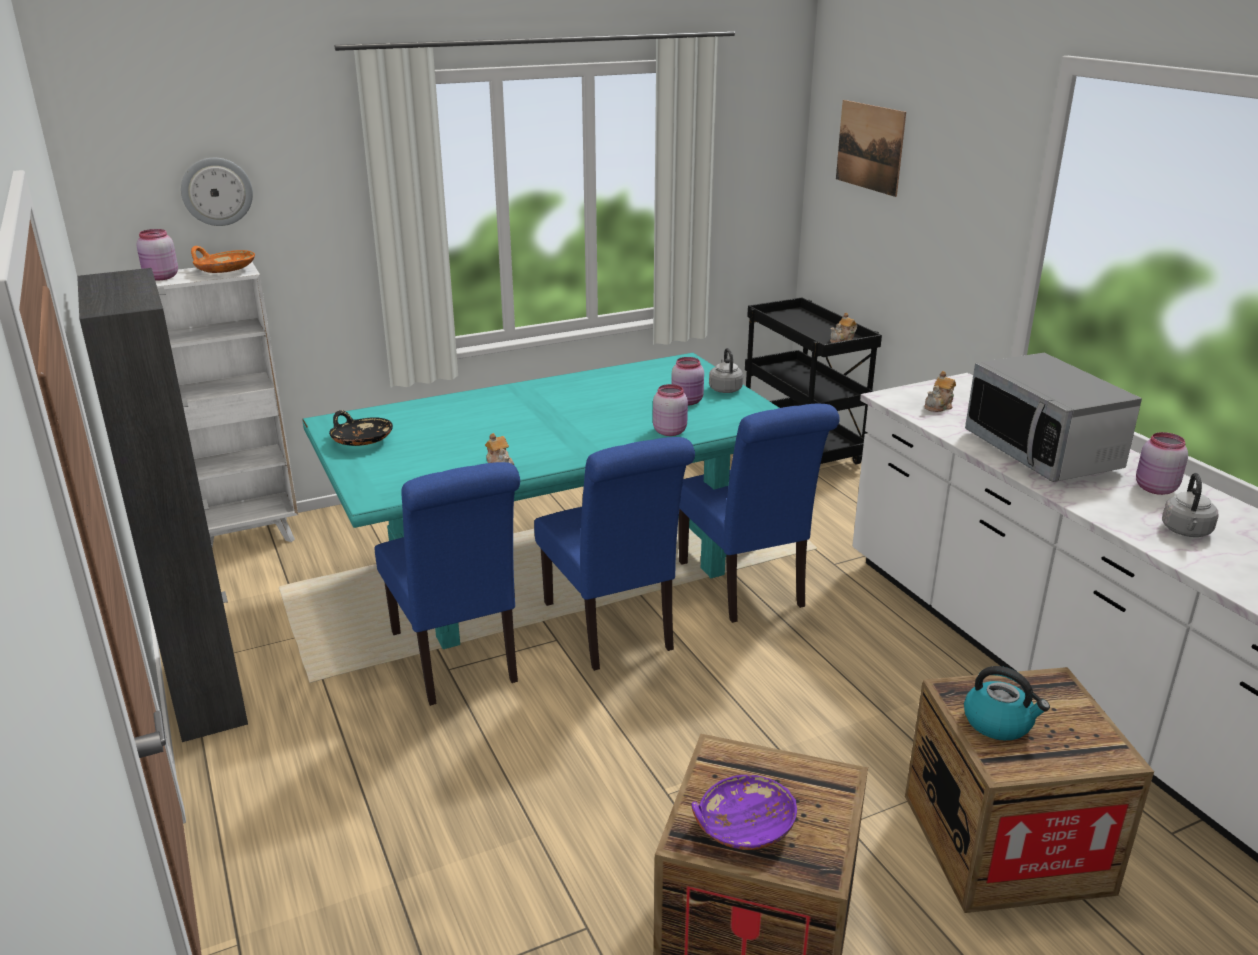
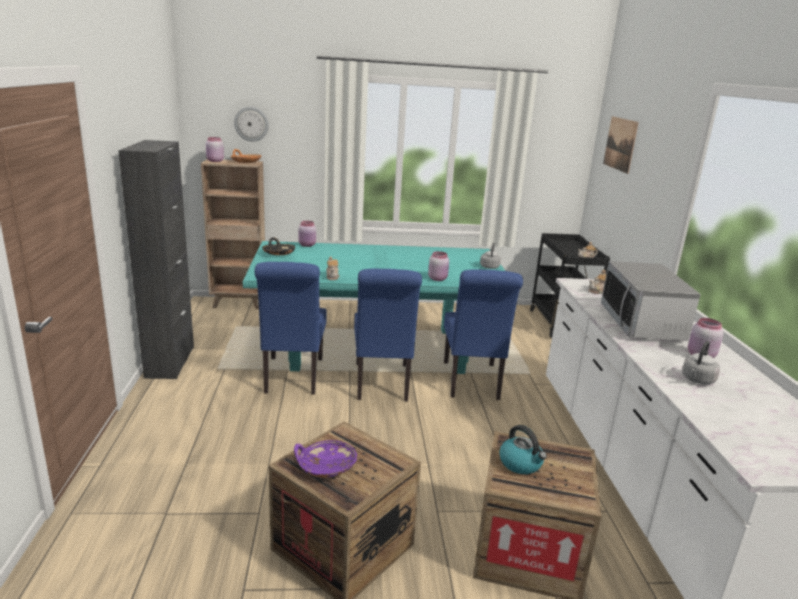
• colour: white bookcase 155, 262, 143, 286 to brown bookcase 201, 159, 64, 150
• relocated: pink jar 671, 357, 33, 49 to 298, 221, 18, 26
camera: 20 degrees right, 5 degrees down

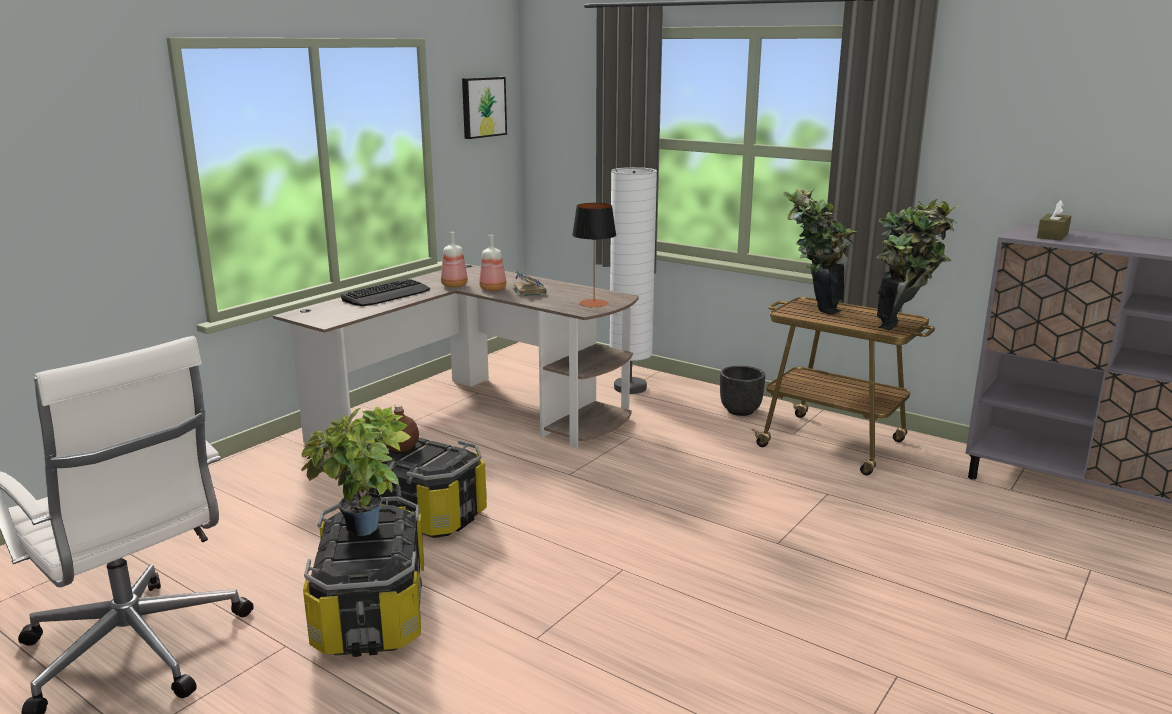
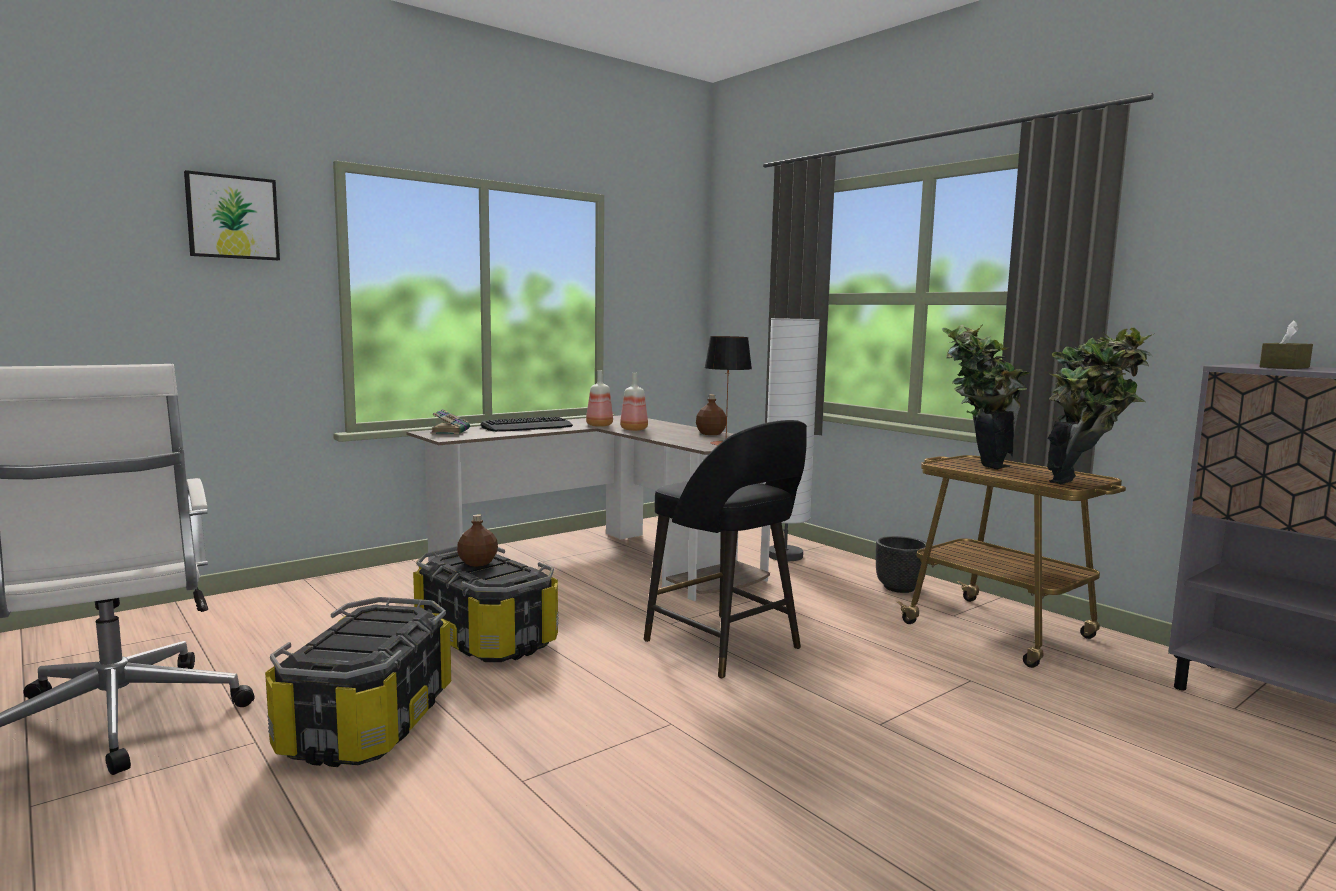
• relocated: picture 462, 77, 45, 62 to 184, 170, 96, 90
• relocated: book 512, 270, 35, 27 to 430, 409, 40, 25
• missing: potted plant 301, 406, 110, 130
• appeared: brown bottle 696, 395, 30, 40
• appeared: black stool 644, 420, 163, 258
camera: 15 degrees right, 10 degrees down

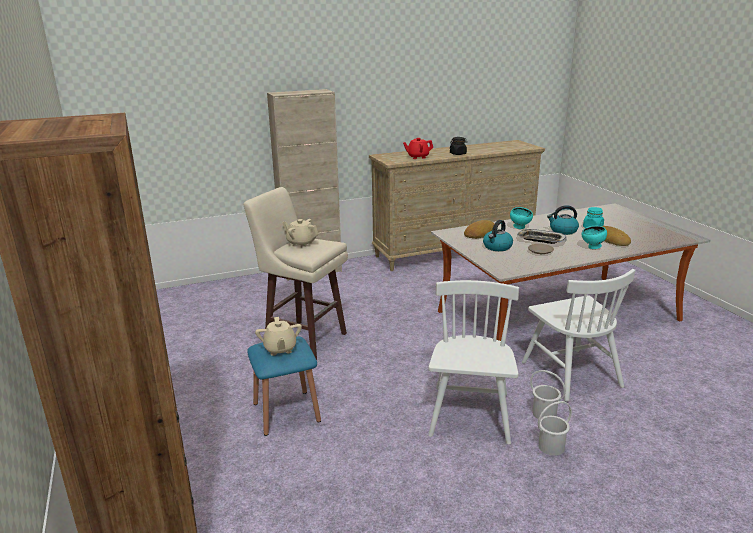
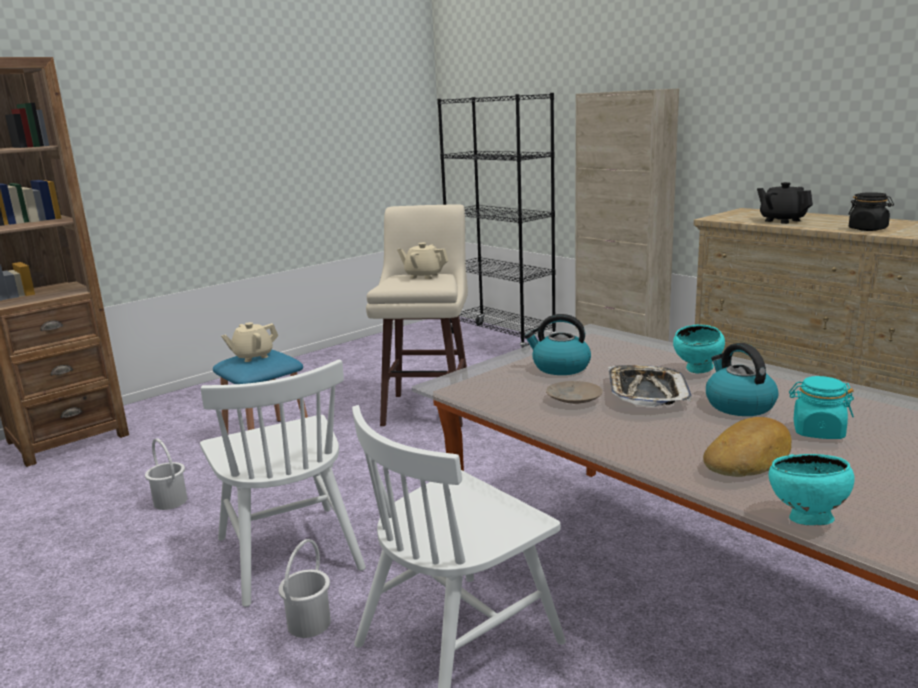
• colour: red teapot 403, 138, 30, 21 to black teapot 757, 182, 56, 42
• spun: beige teapot 282, 219, 36, 29 = 397, 243, 51, 36 75 degrees counterclockwise
• missing: bread 464, 220, 31, 19
• relocated: turquoise bowl 581, 226, 26, 23 to 769, 454, 86, 71
• spun: white chair 428, 280, 91, 165 = 200, 359, 166, 248 75 degrees clockwise
• relocated: white bucket 538, 401, 34, 55 to 145, 438, 42, 72
• appeared: black bookcase 437, 93, 120, 255
camera: 70 degrees right, 5 degrees down

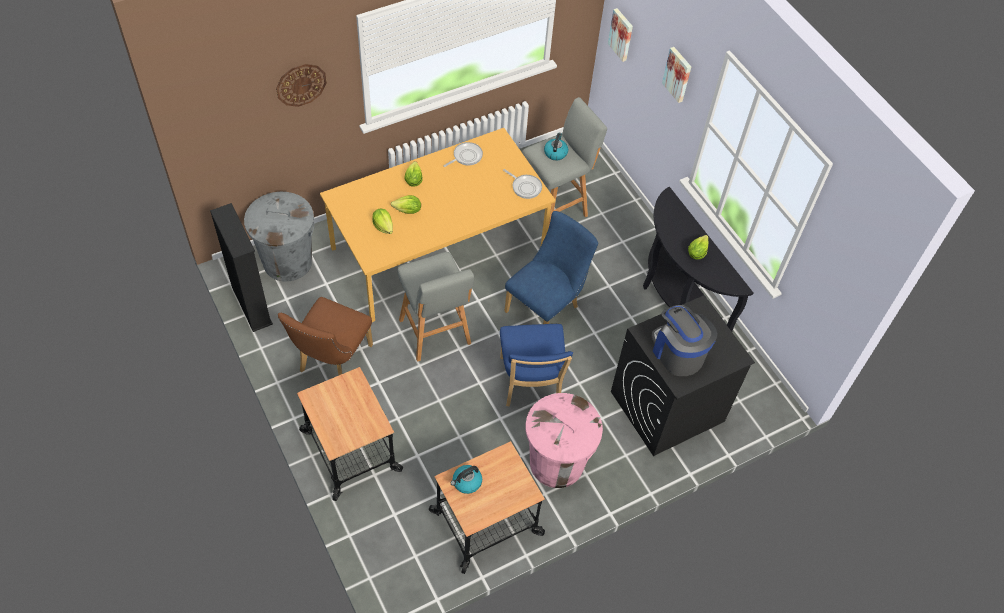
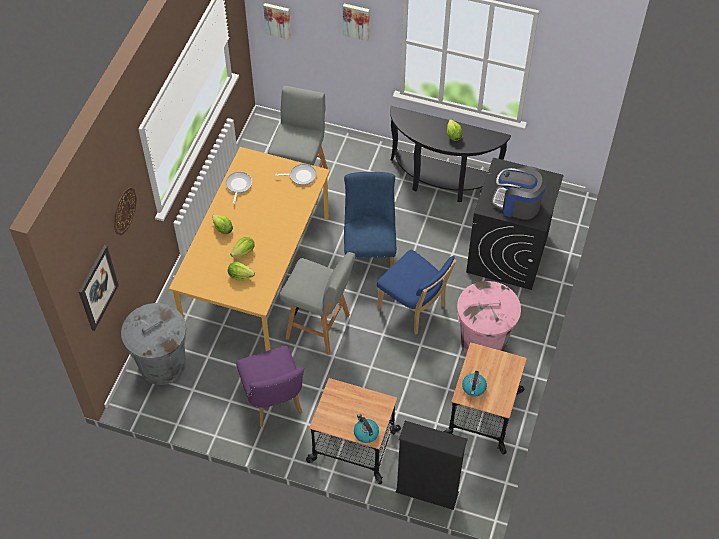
• relocated: kettle 544, 133, 24, 28 to 354, 414, 25, 29
• relocated: black bookcase 210, 203, 63, 129 to 396, 421, 72, 89
• colour: brown chair 278, 297, 95, 78 to purple chair 236, 346, 68, 81
• appeared: picture 79, 245, 40, 86
camera: 40 degrees left, 0 degrees up

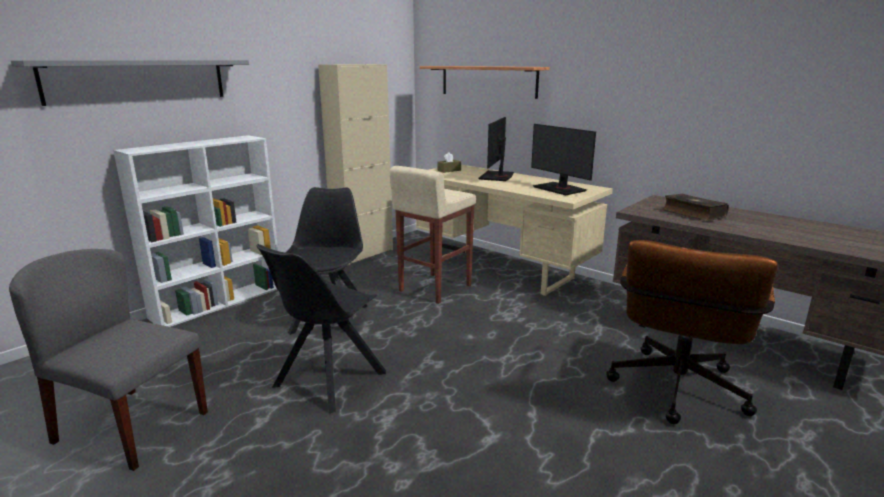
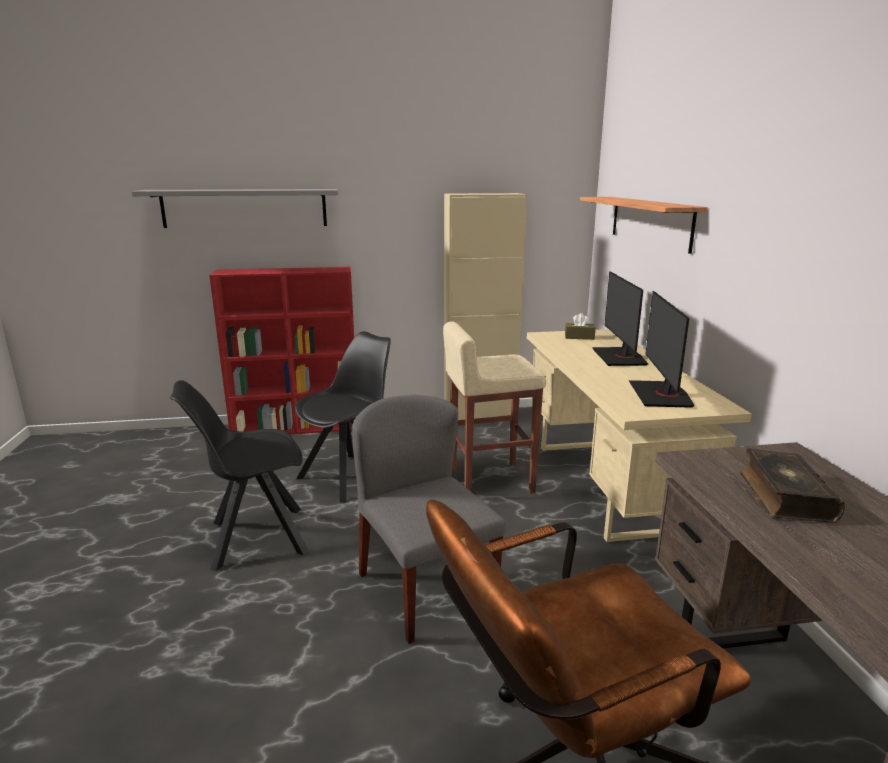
• spun: monitor 479, 117, 35, 64 = 592, 271, 56, 95 60 degrees counterclockwise
• colour: white bookcase 113, 135, 165, 192 to red bookcase 209, 267, 145, 167
• relocated: grey chair 9, 249, 199, 222 to 352, 395, 153, 249
camera: 40 degrees right, 0 degrees up

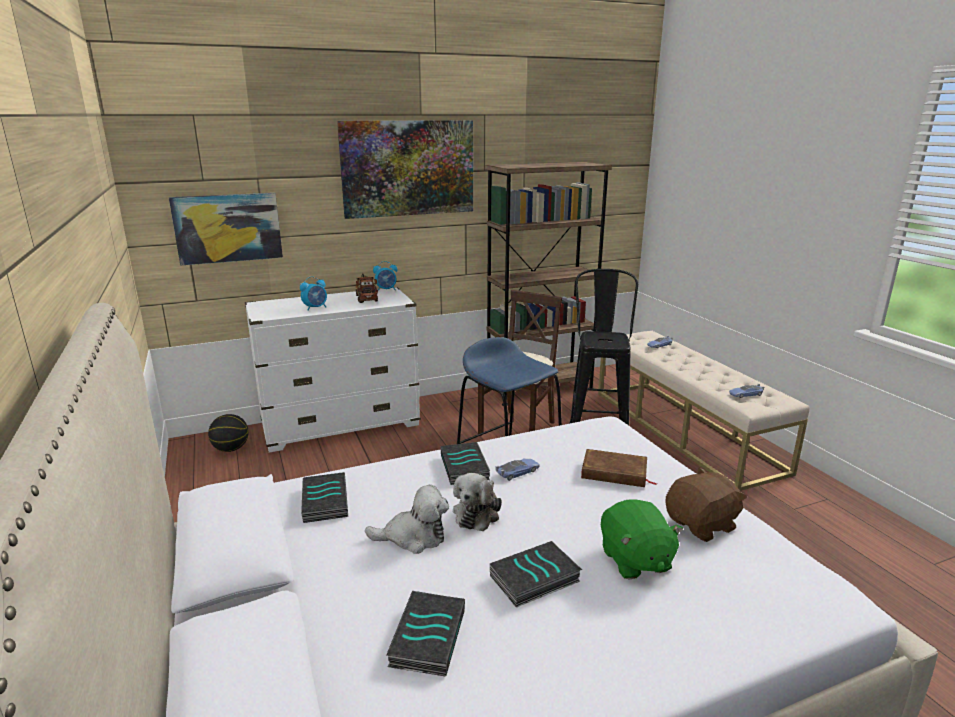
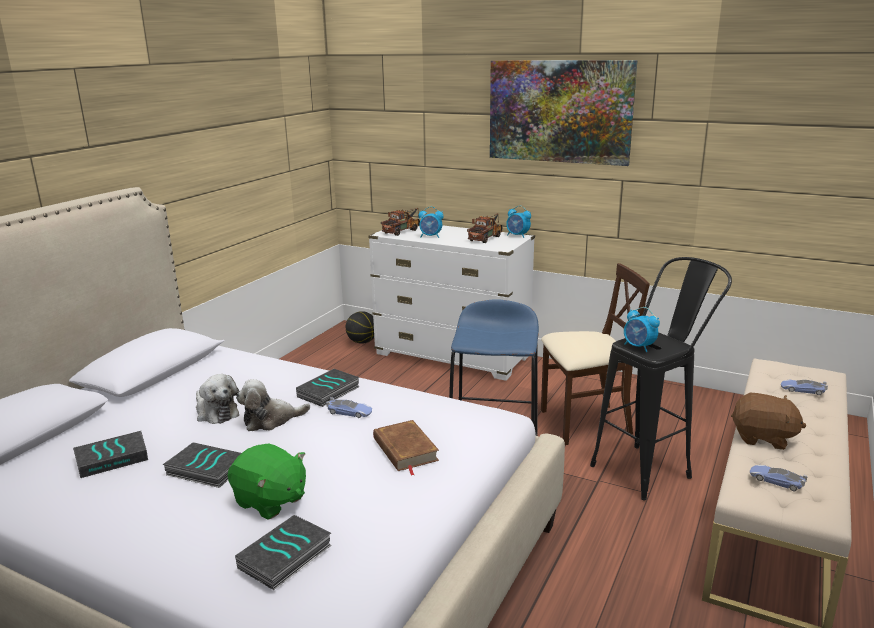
• missing: brown bookcase 485, 162, 127, 244
• missing: picture 169, 193, 114, 73
• relocated: brown plush toy 665, 467, 82, 75 to 731, 393, 75, 57
• relocated: book 301, 472, 47, 51 to 235, 515, 97, 75
• spun: green plush toy 601, 499, 82, 81 = 227, 443, 79, 77 90 degrees counterclockwise
• appeared: toy truck 381, 208, 39, 28
• appeared: alarm clock 624, 307, 36, 45
camera: 50 degrees right, 0 degrees up

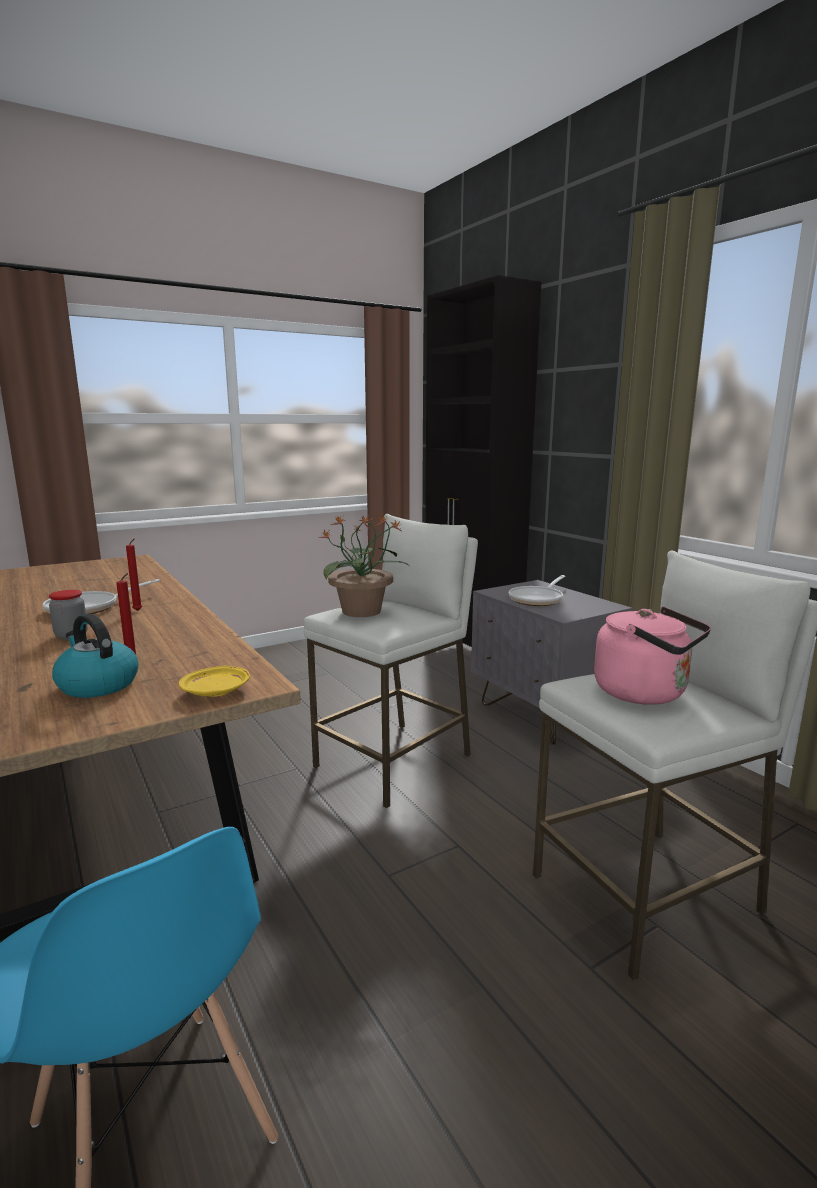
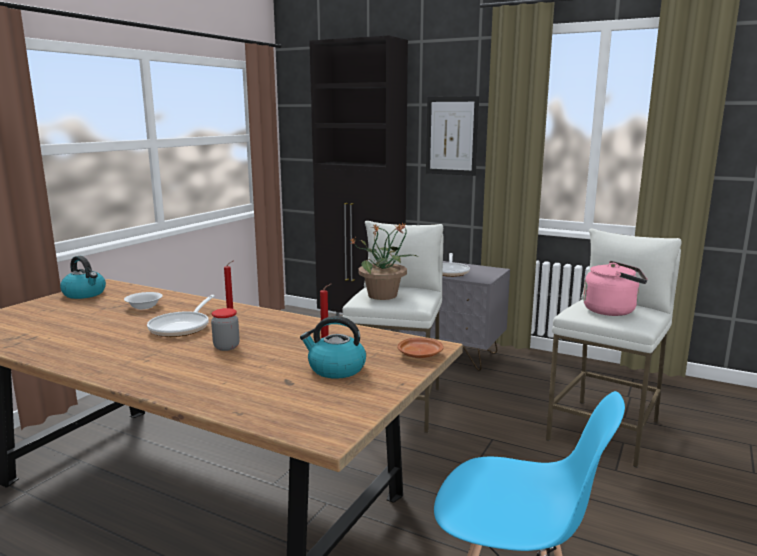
• colour: yellow plate 179, 666, 71, 31 to brown plate 397, 338, 47, 20
• appeared: picture 426, 96, 53, 80
• appeared: kettle 60, 256, 46, 43
• appeared: white bowl 124, 292, 39, 17
camera: 30 degrees left, 0 degrees up

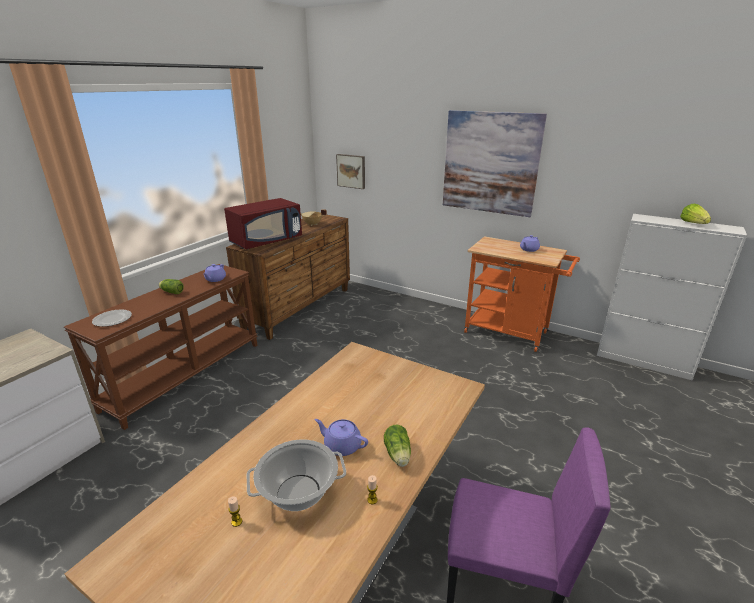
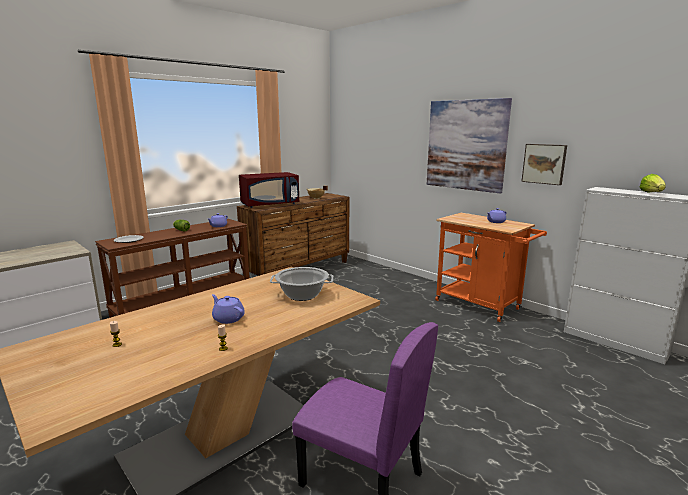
• relocated: picture 336, 154, 29, 35 to 521, 144, 46, 41
• missing: lettuce 384, 425, 27, 42
• relocated: cooking pot 247, 439, 99, 72 to 270, 267, 63, 34
camera: 15 degrees right, 10 degrees down

